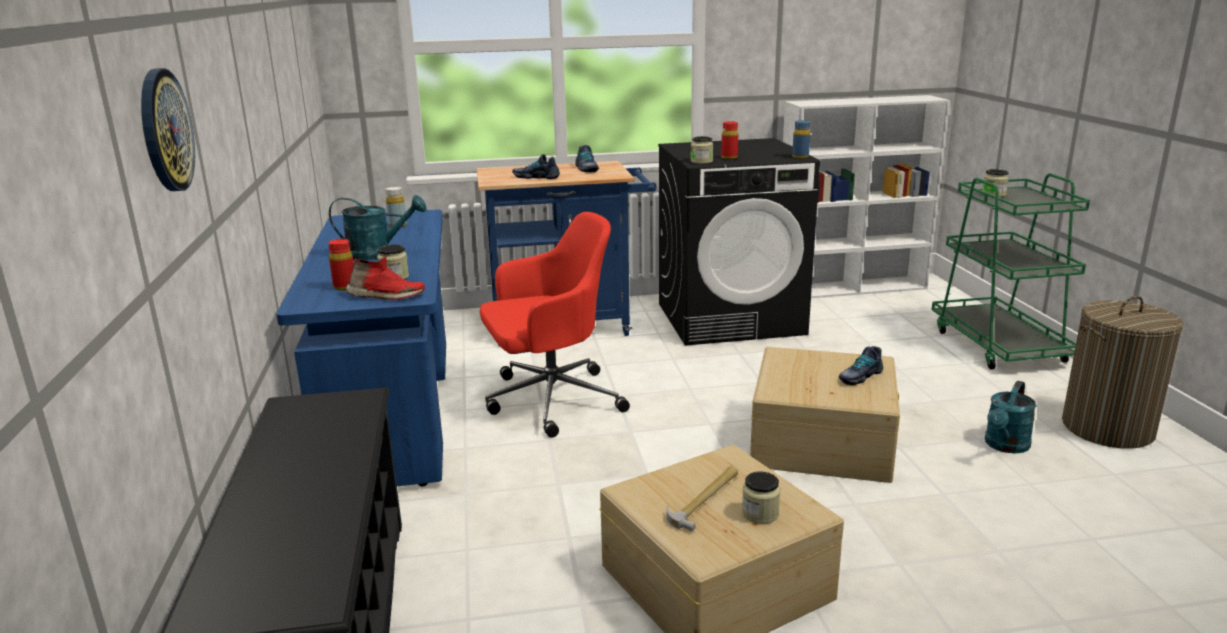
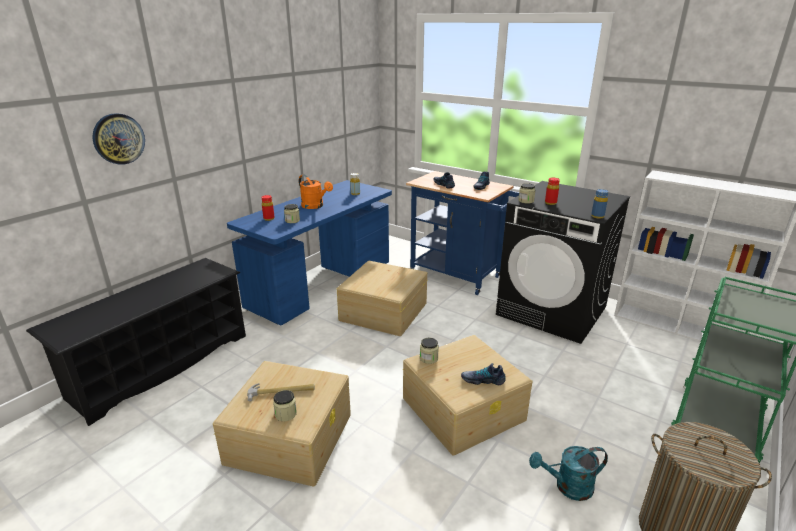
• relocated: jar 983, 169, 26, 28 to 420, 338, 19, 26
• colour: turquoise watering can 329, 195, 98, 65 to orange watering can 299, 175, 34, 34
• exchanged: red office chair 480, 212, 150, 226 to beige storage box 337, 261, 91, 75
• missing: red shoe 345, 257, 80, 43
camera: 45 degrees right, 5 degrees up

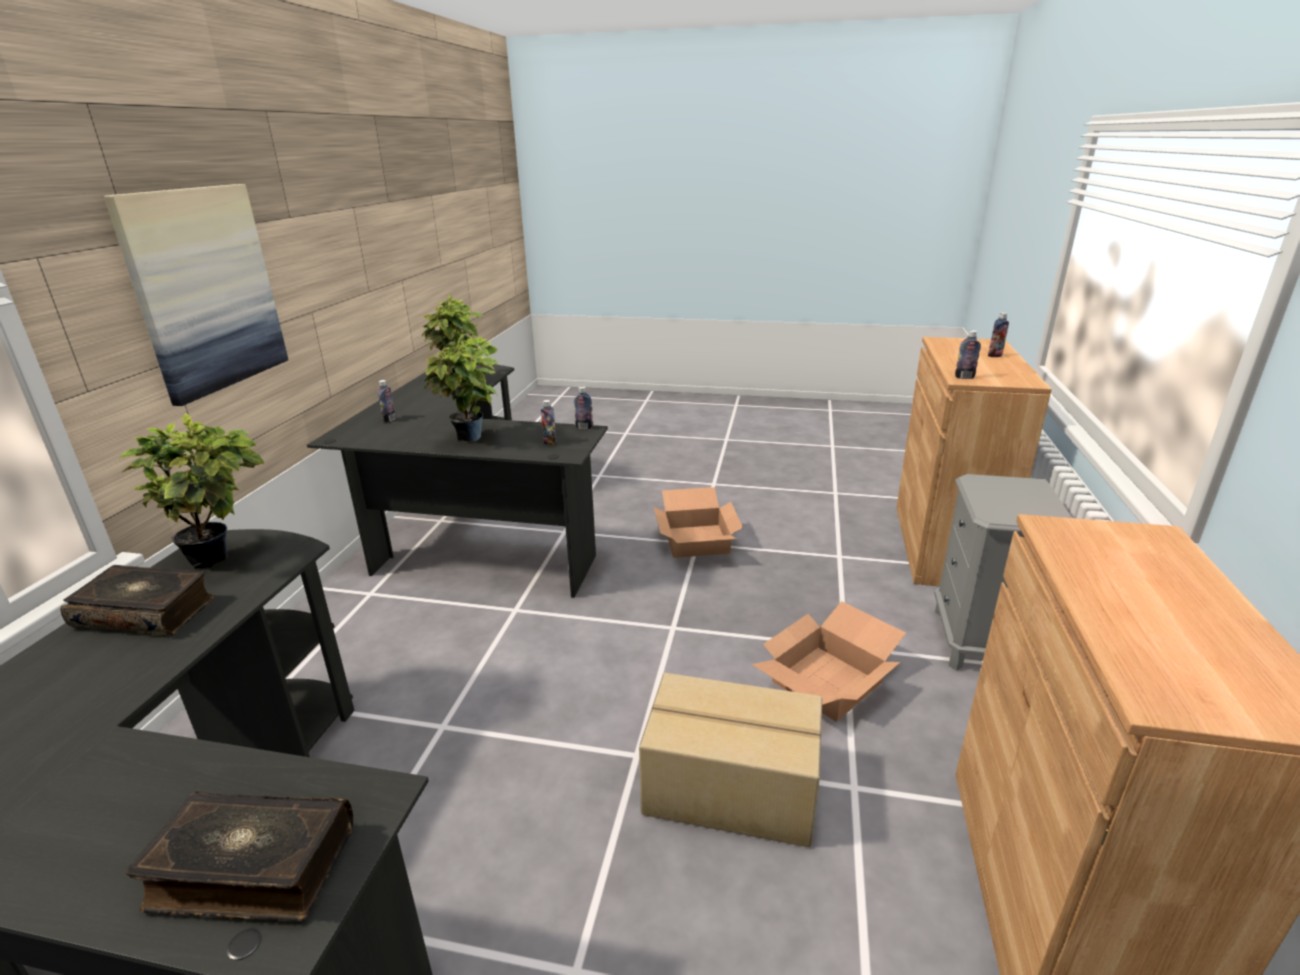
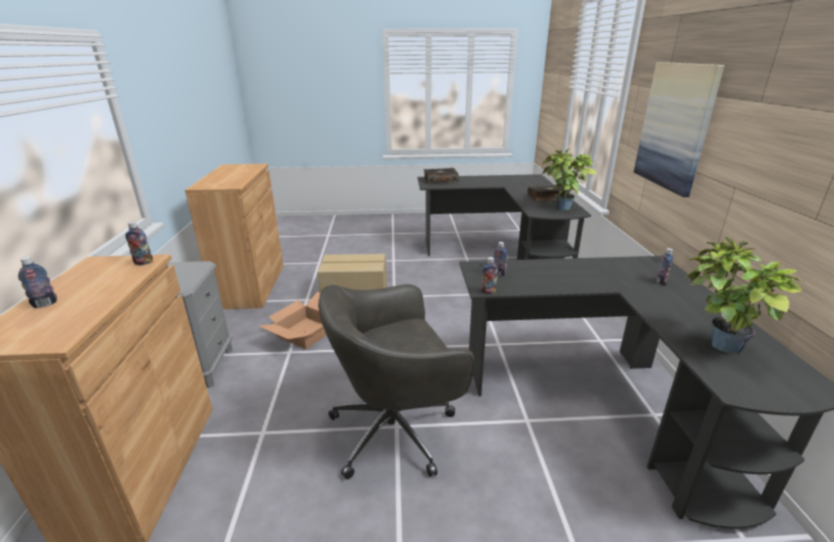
• missing: potted plant 423, 333, 76, 109
• exchanged: cardboard box 654, 487, 89, 71 to grey office chair 318, 284, 156, 195
camera: 165 degrees right, 0 degrees up

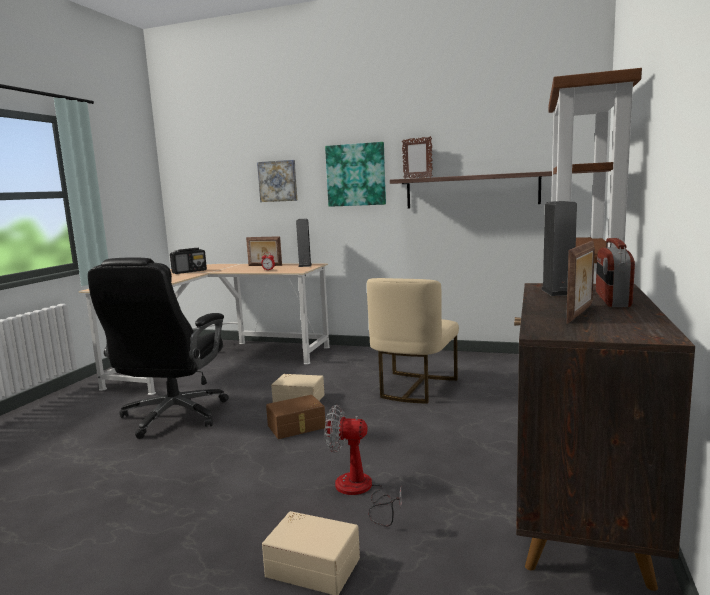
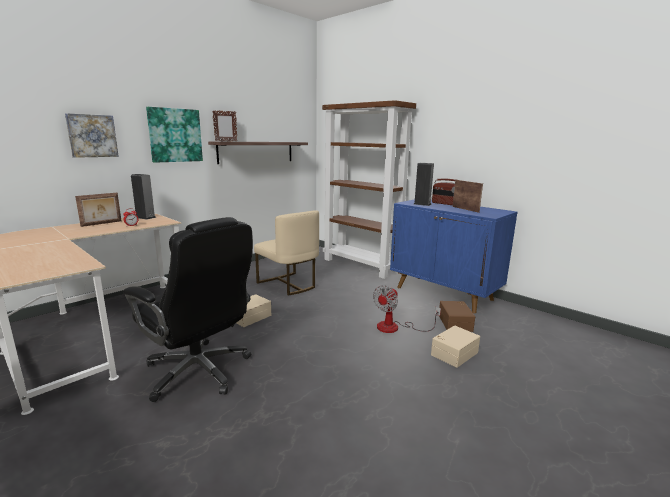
• missing: radio 170, 248, 37, 26
• colour: brown cabinet 514, 283, 181, 308 to blue cabinet 390, 199, 127, 114
• relocated: brown storage box 266, 395, 59, 44 to 439, 301, 36, 31
camera: 65 degrees left, 5 degrees up

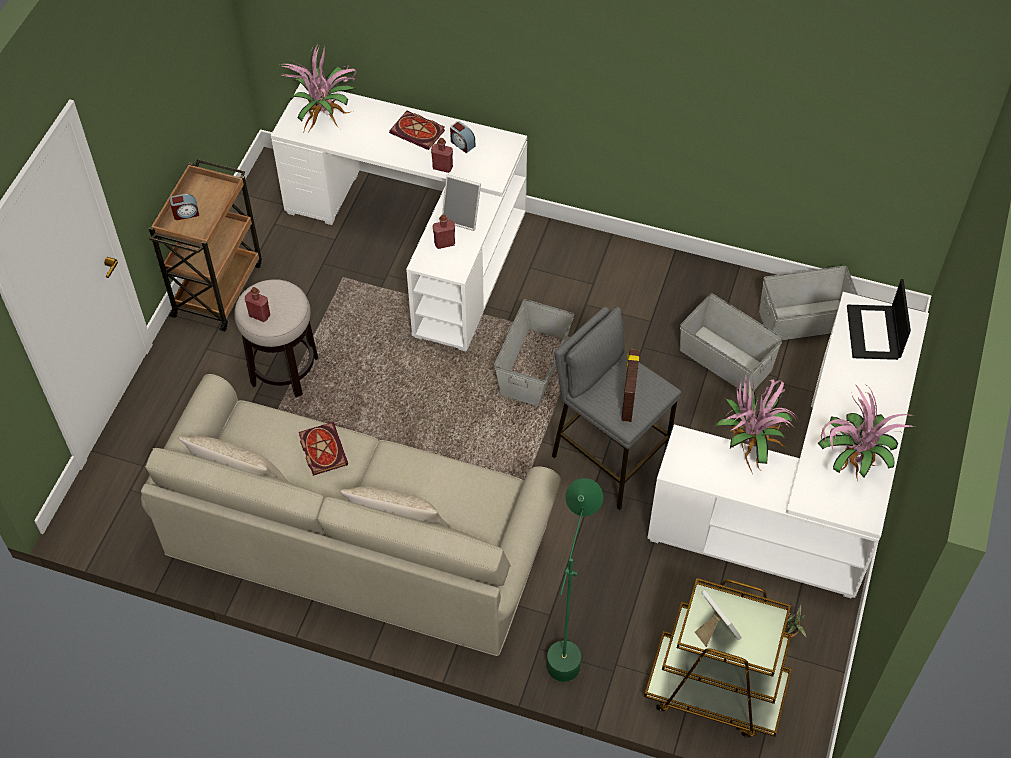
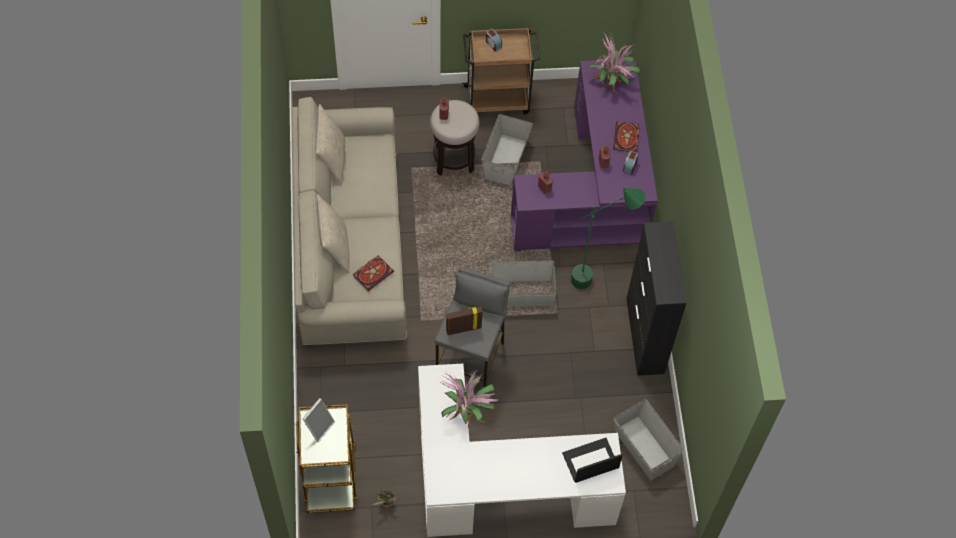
• colour: white desk 271, 83, 256, 268 to purple desk 511, 60, 147, 191
• missing: picture frame 442, 175, 39, 56
• relocated: grey storage box 680, 293, 103, 99 to 482, 114, 51, 71
• missing: potted plant 818, 384, 97, 98
• relocated: book 299, 422, 49, 54 to 353, 255, 41, 36
• relocated: green floor lamp 547, 478, 56, 204 to 571, 188, 74, 101
• appeared: black cabinet 626, 221, 61, 155
camera: 65 degrees right, 5 degrees up

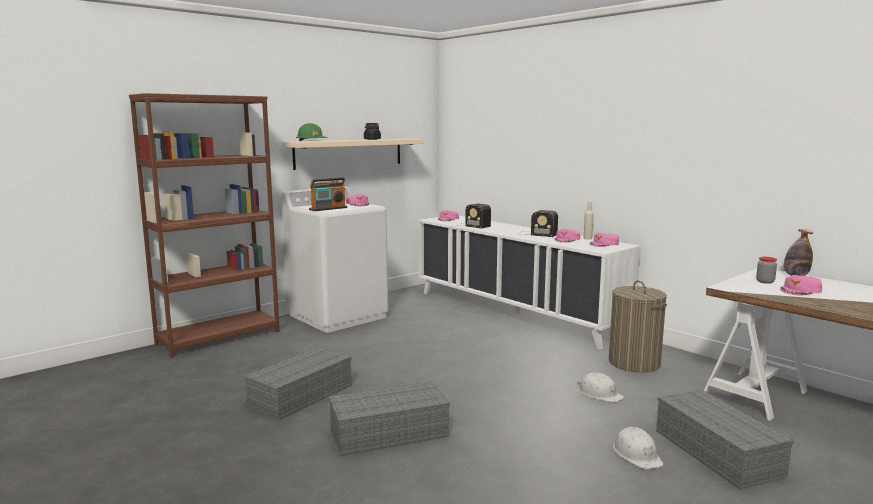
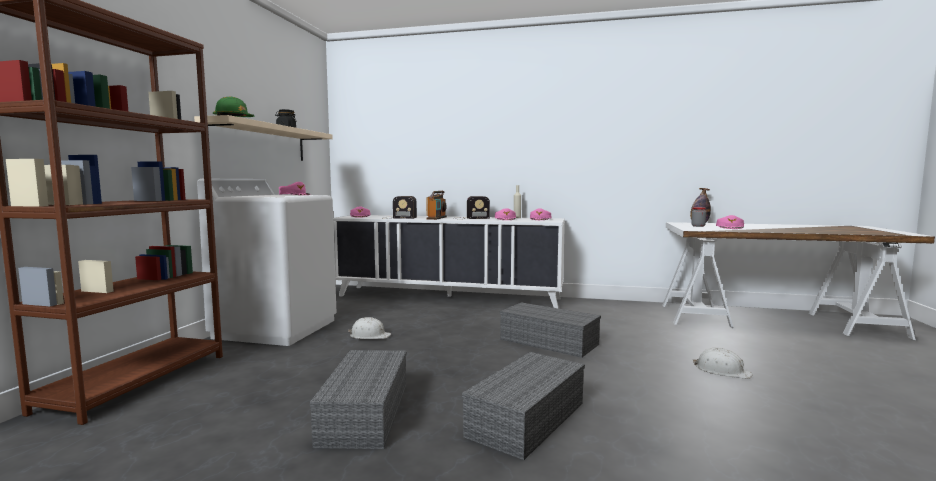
• relocated: radio 309, 177, 38, 34 to 426, 191, 21, 29
• missing: laundry basket 609, 281, 58, 92
• relocated: white hard hat 577, 372, 47, 31 to 348, 317, 43, 22
• relocated: grey storage box 656, 390, 138, 100 to 500, 302, 101, 56
camera: 35 degrees left, 5 degrees down

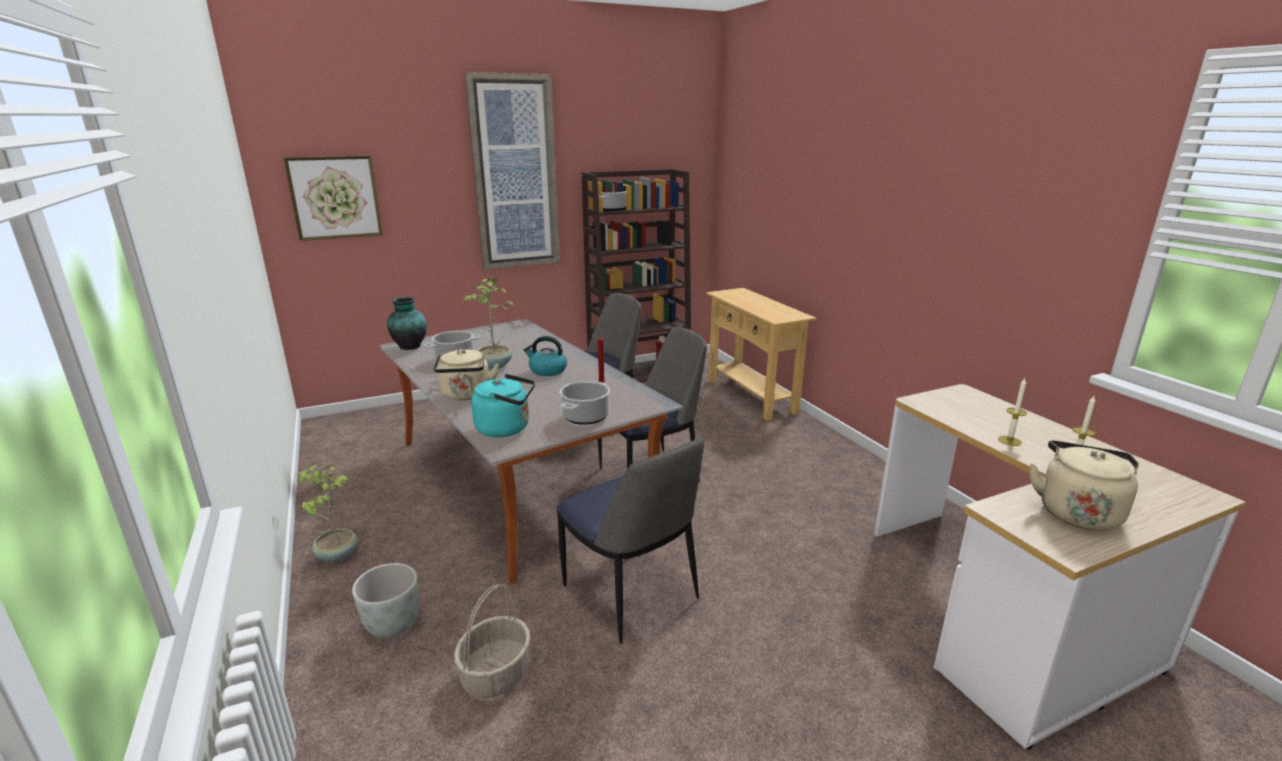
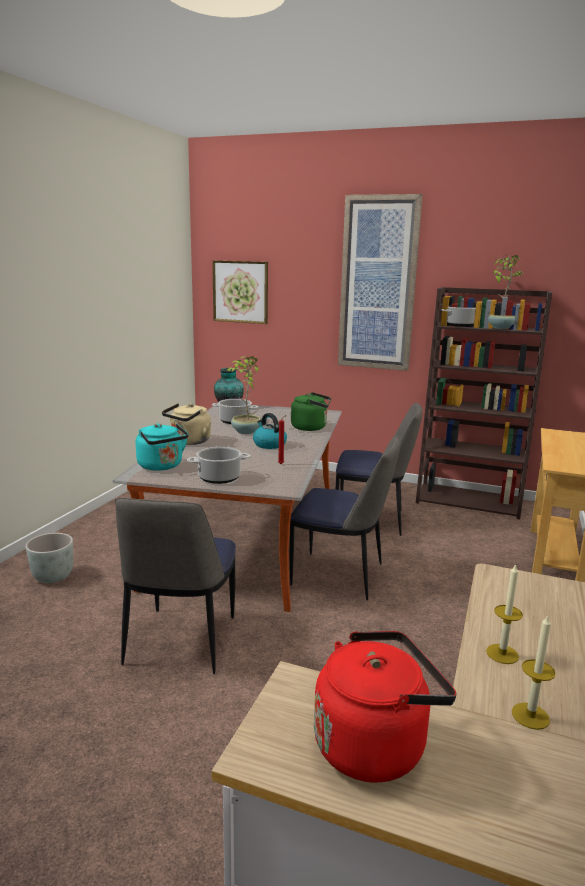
• colour: beige kettle 1030, 440, 109, 91 to red kettle 314, 631, 142, 151
• relocated: potted plant 296, 465, 62, 98 to 488, 255, 37, 74
• missing: basket 454, 584, 76, 114
• appeared: green kettle 291, 392, 40, 39
camera: 45 degrees right, 5 degrees down

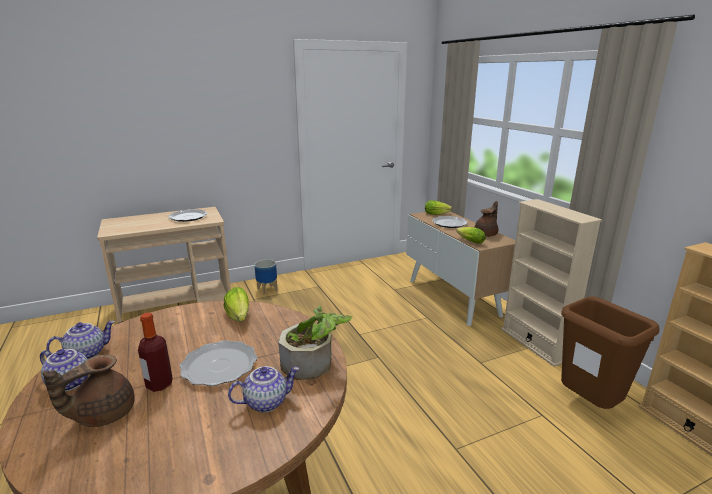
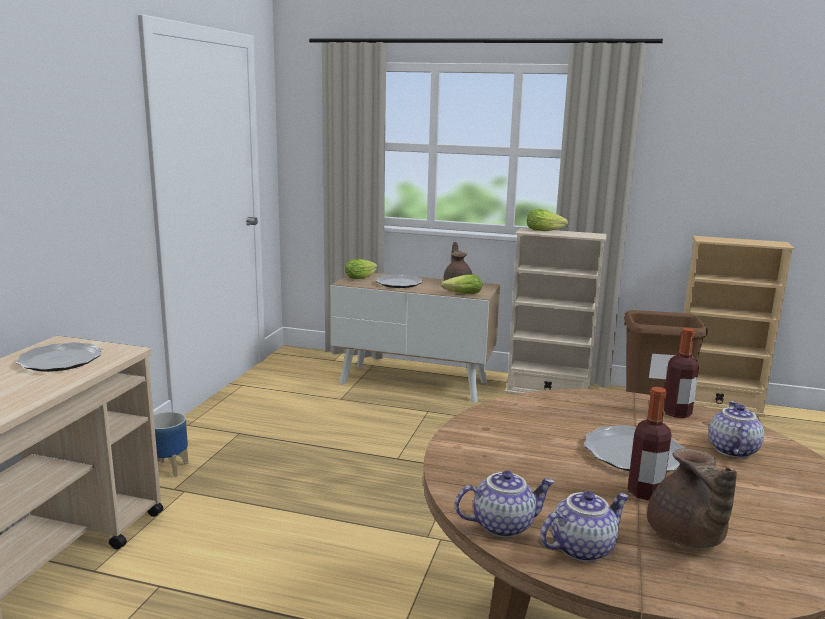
• relocated: lettuce 224, 287, 25, 35 to 527, 209, 41, 22
• exchanged: potted plant 278, 306, 74, 74 to bottle 664, 328, 35, 90
• spun: teapot 46, 321, 69, 38 = 455, 470, 100, 68 75 degrees clockwise
camera: 50 degrees left, 5 degrees down

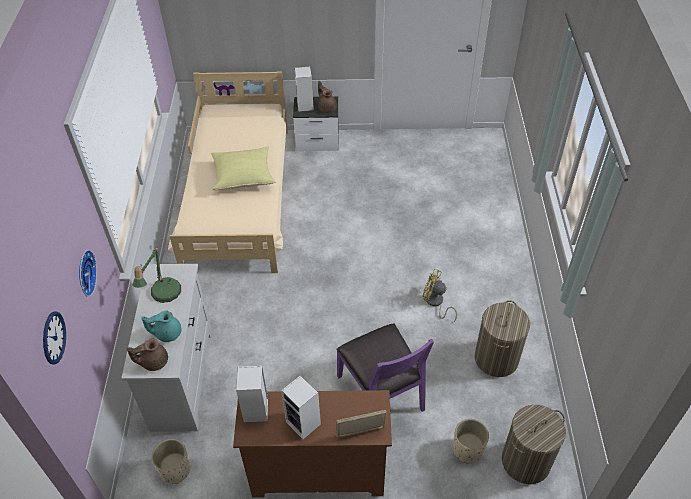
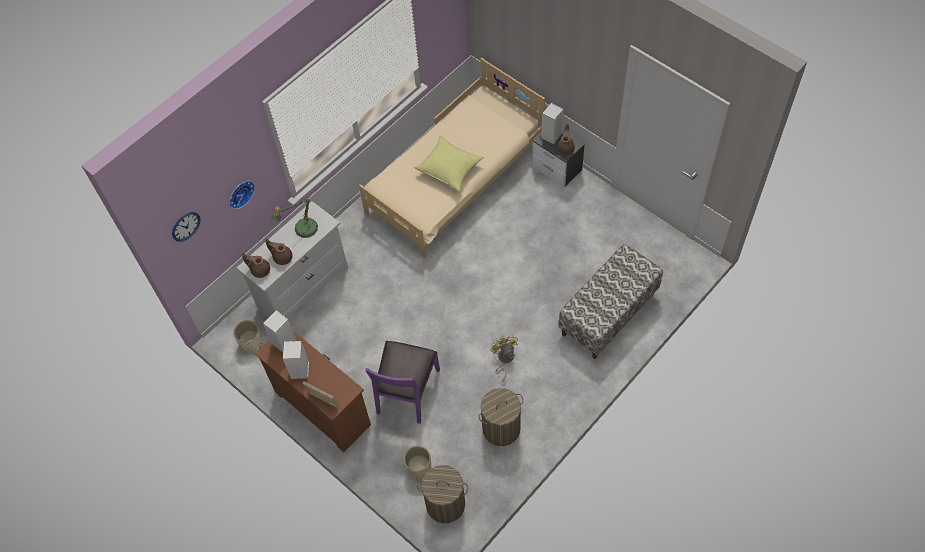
• colour: turquoise teapot 141, 310, 41, 32 to brown teapot 265, 239, 28, 26
• appeared: bench 558, 244, 105, 115
camera: 45 degrees right, 10 degrees up

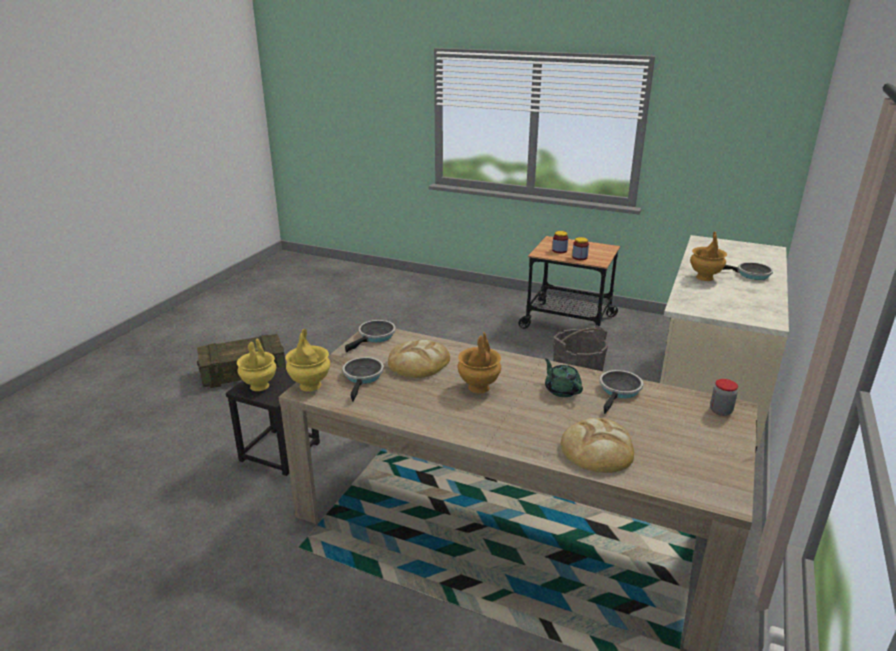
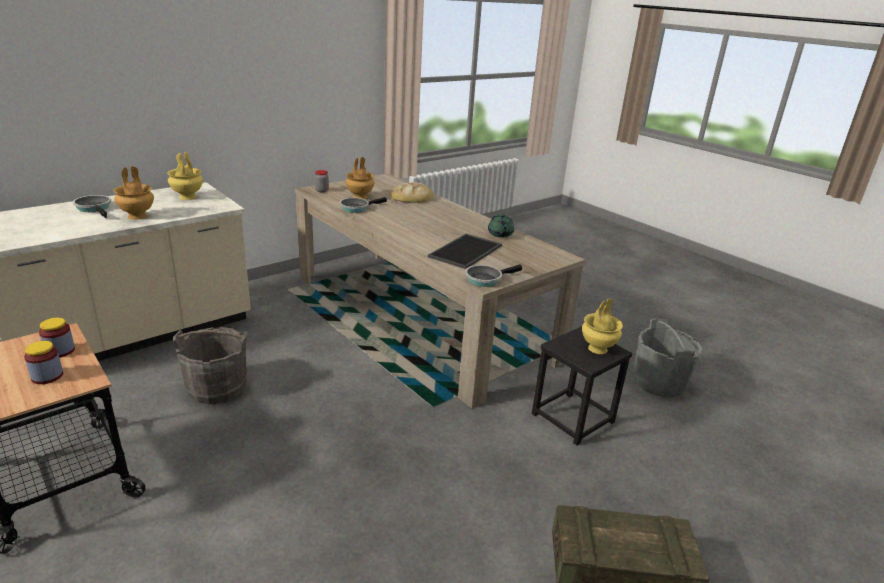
• relocated: yellow vase 286, 329, 44, 63 to 167, 152, 36, 48
• relocated: brown vase 458, 331, 43, 62 to 346, 157, 28, 42
• exchanged: bread 388, 340, 62, 38 to tray 428, 234, 74, 35
• missing: frying pan 343, 357, 41, 45
• relocated: green teapot 545, 358, 38, 39 to 488, 214, 26, 23
• appeared: grey bucket 633, 318, 69, 79
camera: 155 degrees left, 0 degrees up

